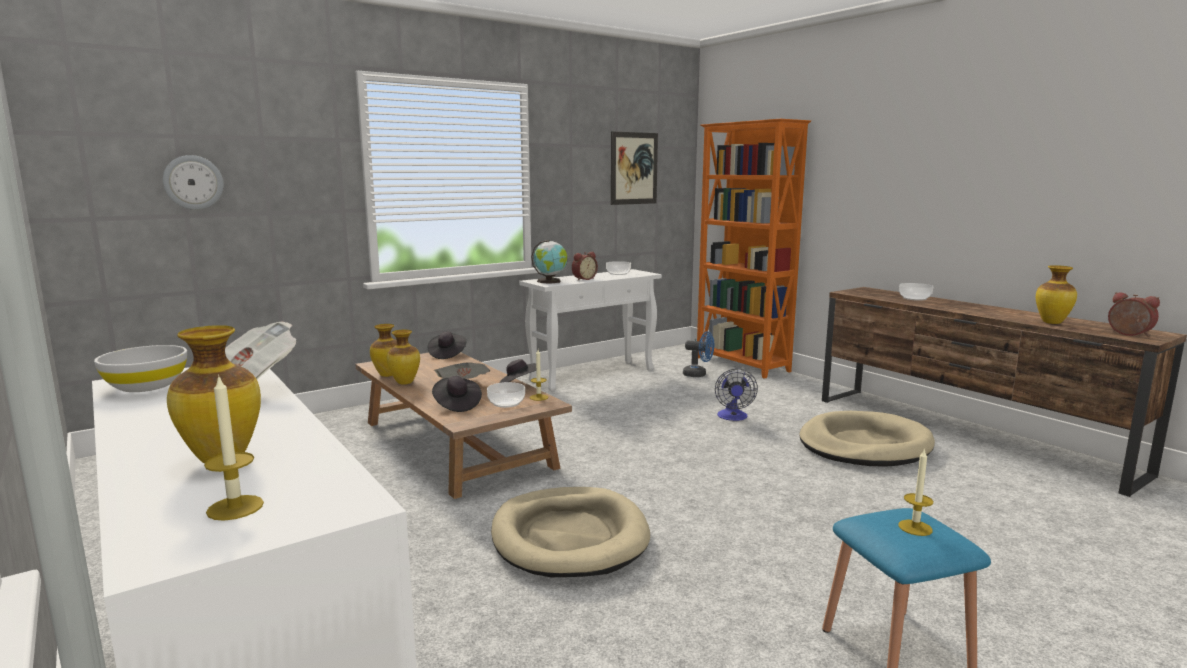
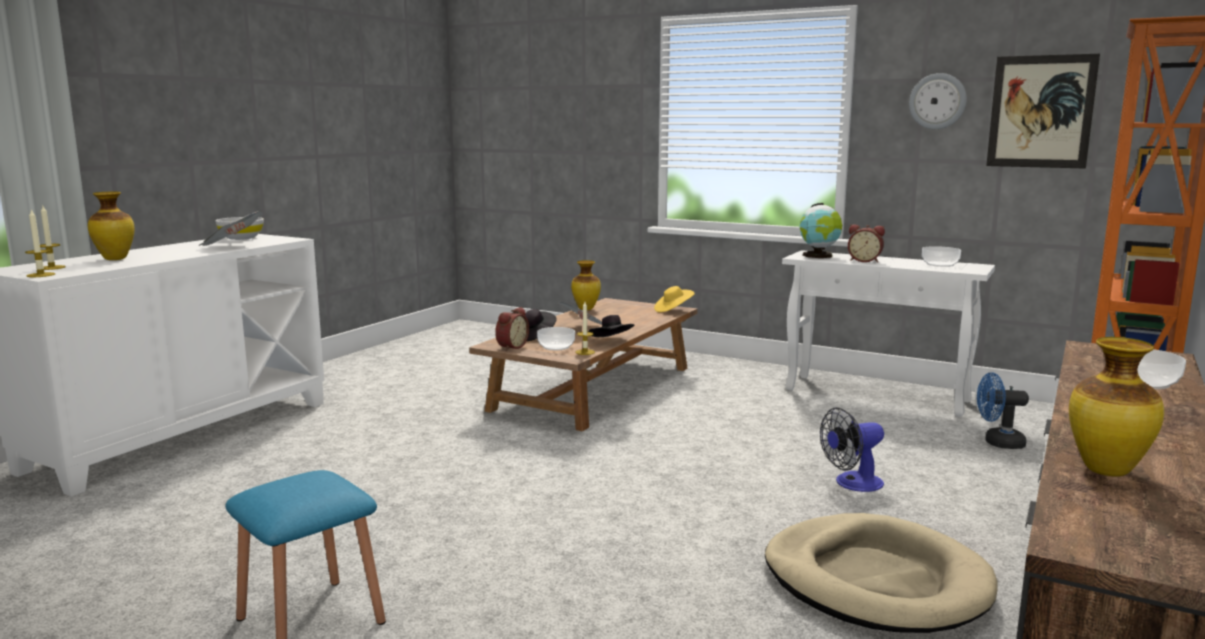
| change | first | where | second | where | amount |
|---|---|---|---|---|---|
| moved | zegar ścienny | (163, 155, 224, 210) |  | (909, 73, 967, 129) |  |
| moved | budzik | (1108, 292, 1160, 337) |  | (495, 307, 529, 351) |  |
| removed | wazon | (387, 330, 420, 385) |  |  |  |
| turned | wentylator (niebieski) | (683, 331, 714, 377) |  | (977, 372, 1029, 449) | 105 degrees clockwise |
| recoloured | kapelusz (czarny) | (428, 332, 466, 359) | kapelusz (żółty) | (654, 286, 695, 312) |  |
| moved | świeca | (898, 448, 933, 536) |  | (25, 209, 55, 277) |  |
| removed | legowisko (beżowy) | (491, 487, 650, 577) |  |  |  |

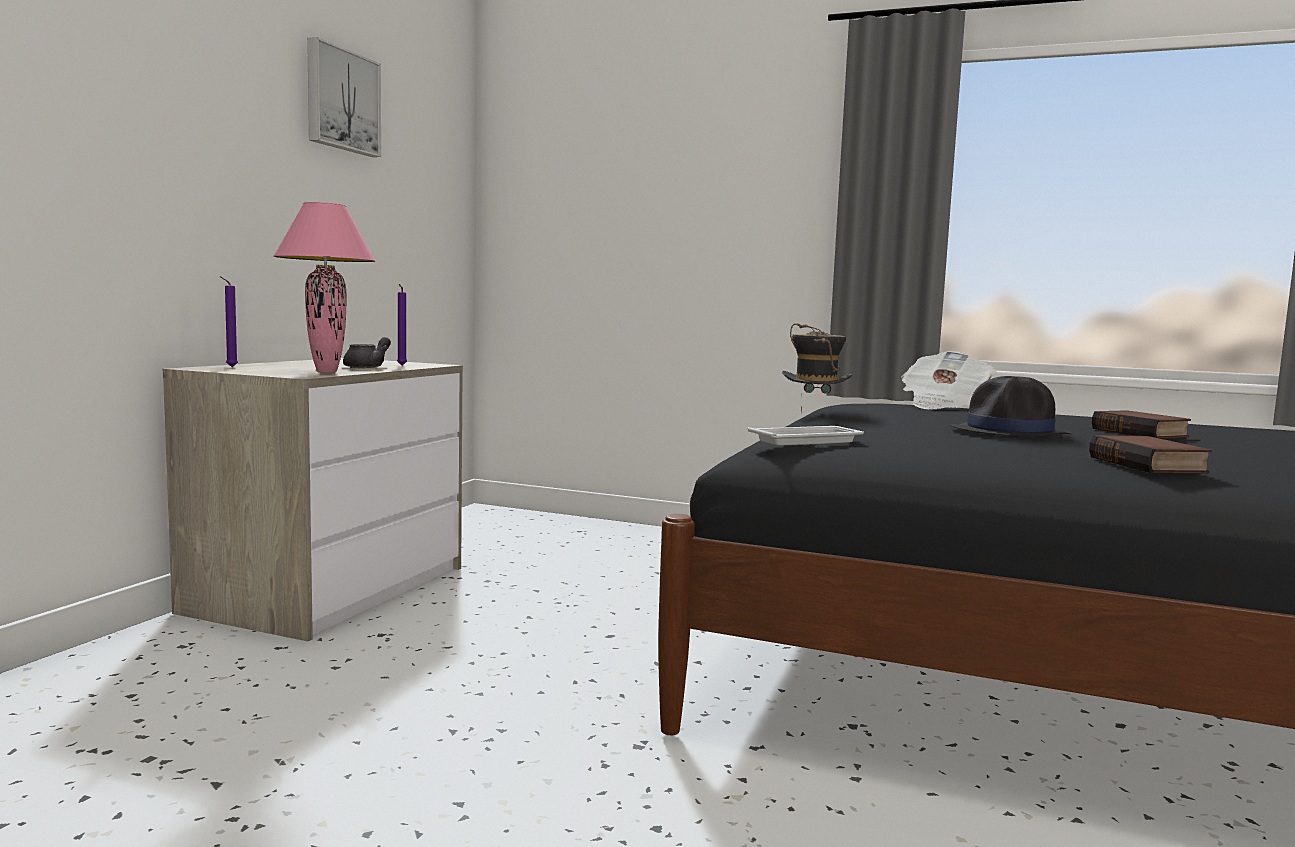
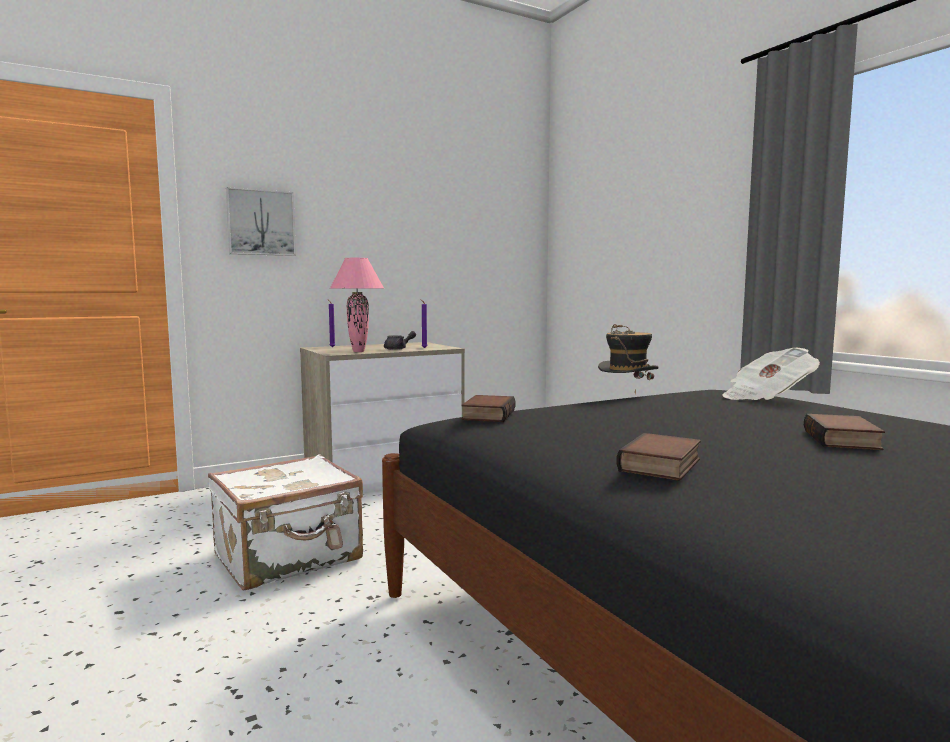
| change | first | where | second | where | amount |
|---|---|---|---|---|---|
| moved | obraz | (307, 37, 381, 157) |  | (226, 187, 296, 256) |  |
| removed | kapelusz (czarny) | (950, 376, 1072, 437) |  |  |  |
| replaced | taca (biały) | (748, 426, 864, 446) | książka | (461, 395, 516, 422) |  |
| added |  |  | walizka (biały) | (208, 454, 363, 590) |  |

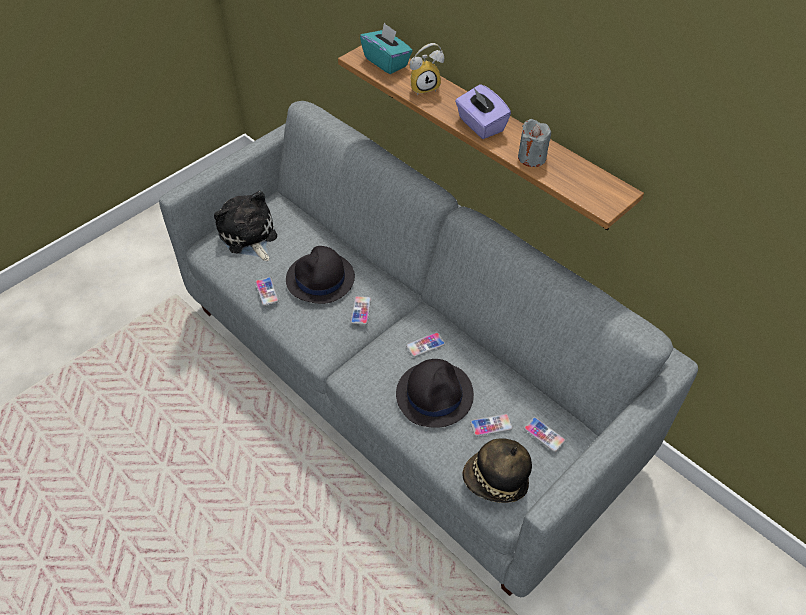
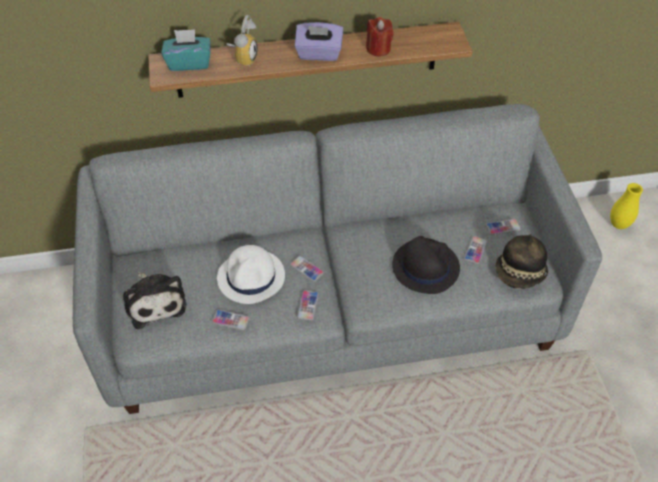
| change | first | where | second | where | amount |
|---|---|---|---|---|---|
| recoloured | świeca (szary) | (518, 119, 551, 167) | świeca (czerwony) | (366, 17, 393, 56) |  |
| turned | pluszak | (214, 191, 277, 261) |  | (123, 272, 187, 329) | 120 degrees counterclockwise |
| recoloured | kapelusz (czarny) | (286, 246, 355, 304) | kapelusz (biały) | (217, 245, 285, 304) |  |
| moved | telefon | (406, 332, 445, 357) |  | (297, 290, 319, 321) |  |
| added |  |  | wazon (żółty) | (610, 183, 643, 229) |  |

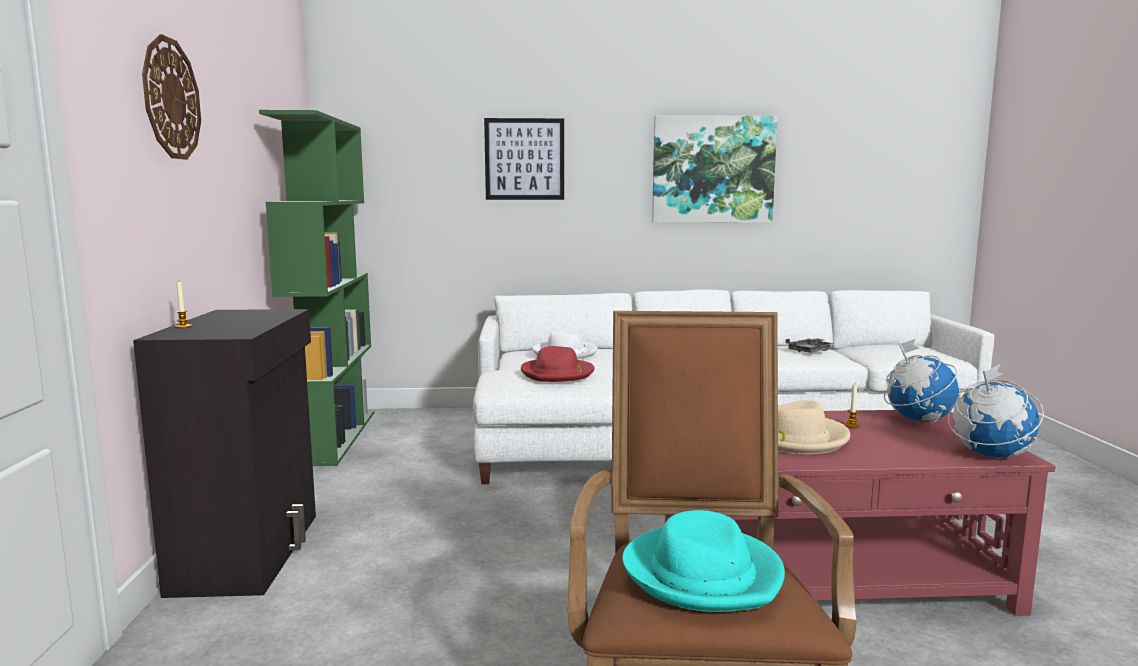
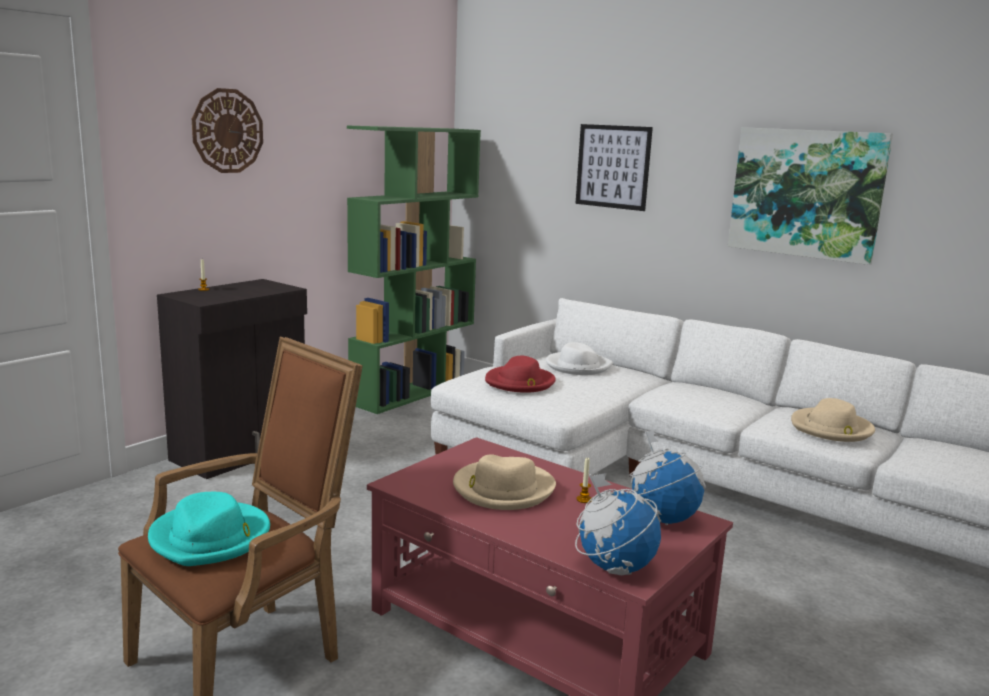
| change | first | where | second | where | amount |
|---|---|---|---|---|---|
| replaced | taca (szary) | (785, 338, 835, 353) | kapelusz (beżowy) | (791, 398, 875, 442) |  |

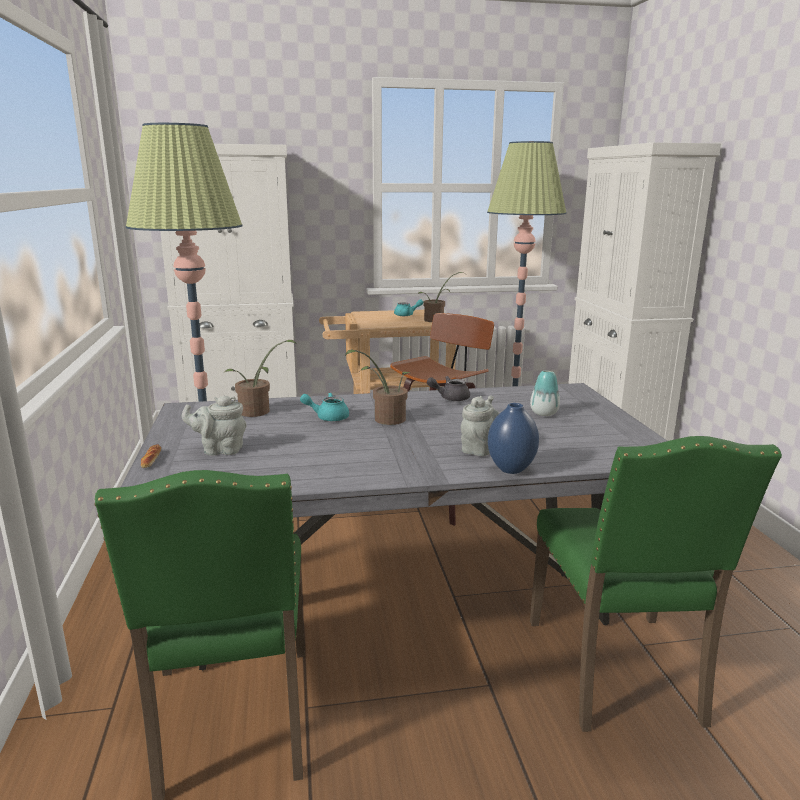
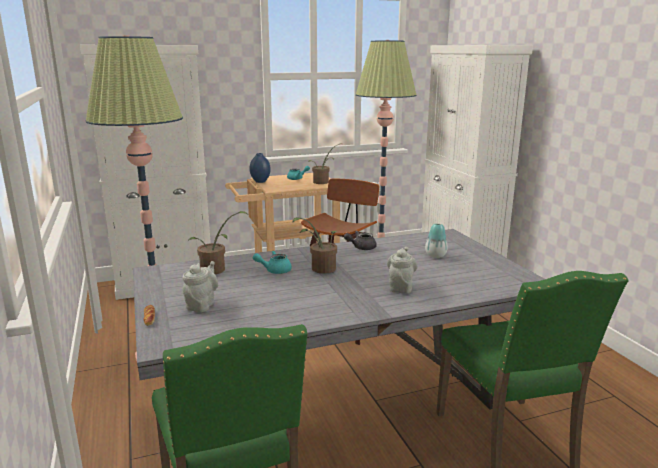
| change | first | where | second | where | amount |
|---|---|---|---|---|---|
| turned | imbryk (szary) | (182, 396, 247, 456) |  | (182, 261, 218, 312) | 120 degrees clockwise |
| moved | wazon (niebieski) | (488, 403, 539, 474) |  | (249, 153, 271, 183) |  |

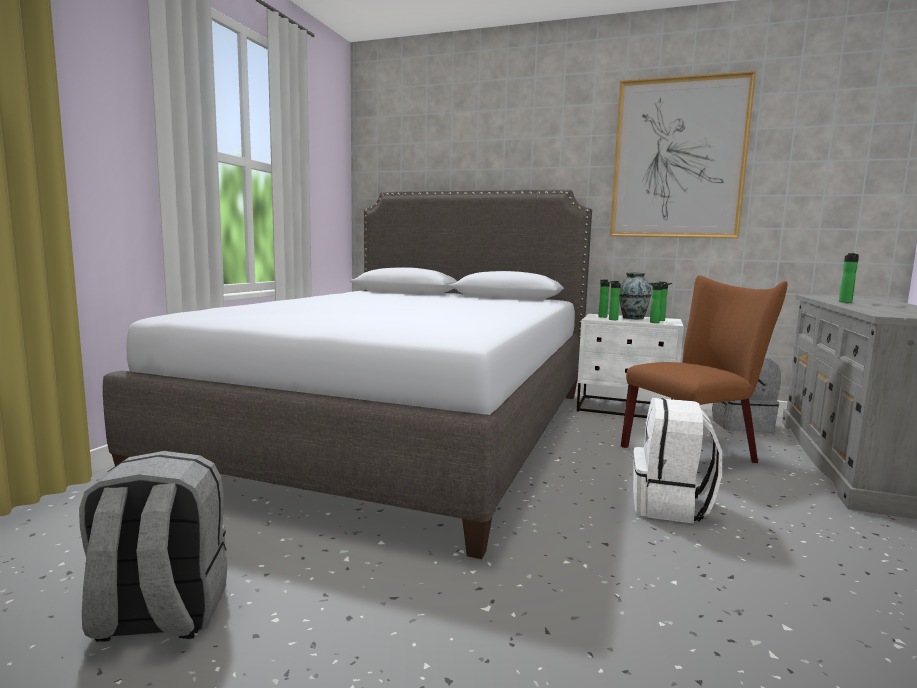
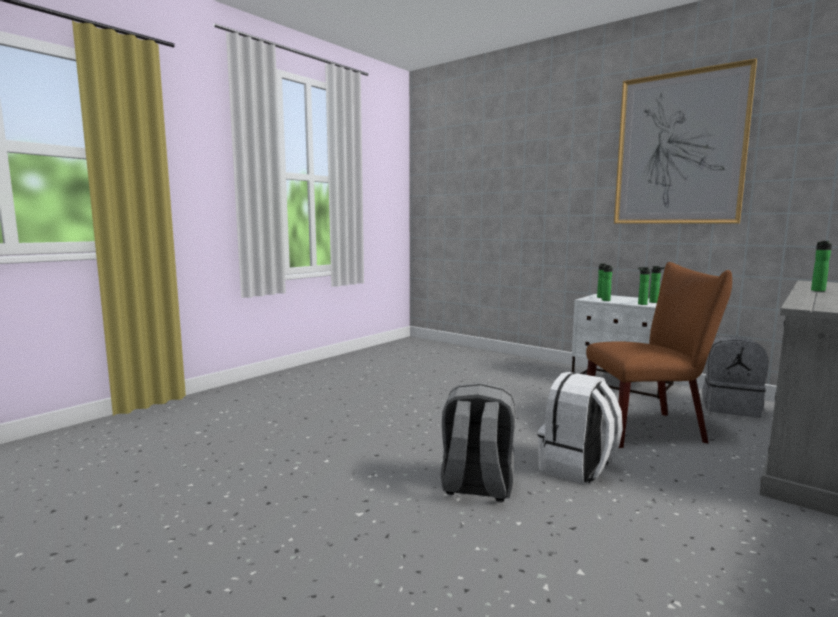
| change | first | where | second | where | amount |
|---|---|---|---|---|---|
| removed | łóżko (szary) | (103, 189, 592, 559) |  |  |  |
| removed | wazon | (619, 272, 652, 319) |  |  |  |
| moved | plecak (szary) | (79, 451, 228, 642) |  | (441, 382, 515, 502) |  |

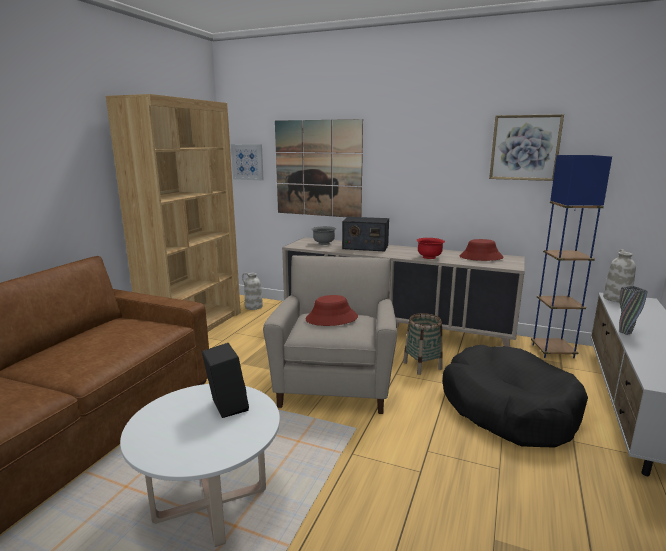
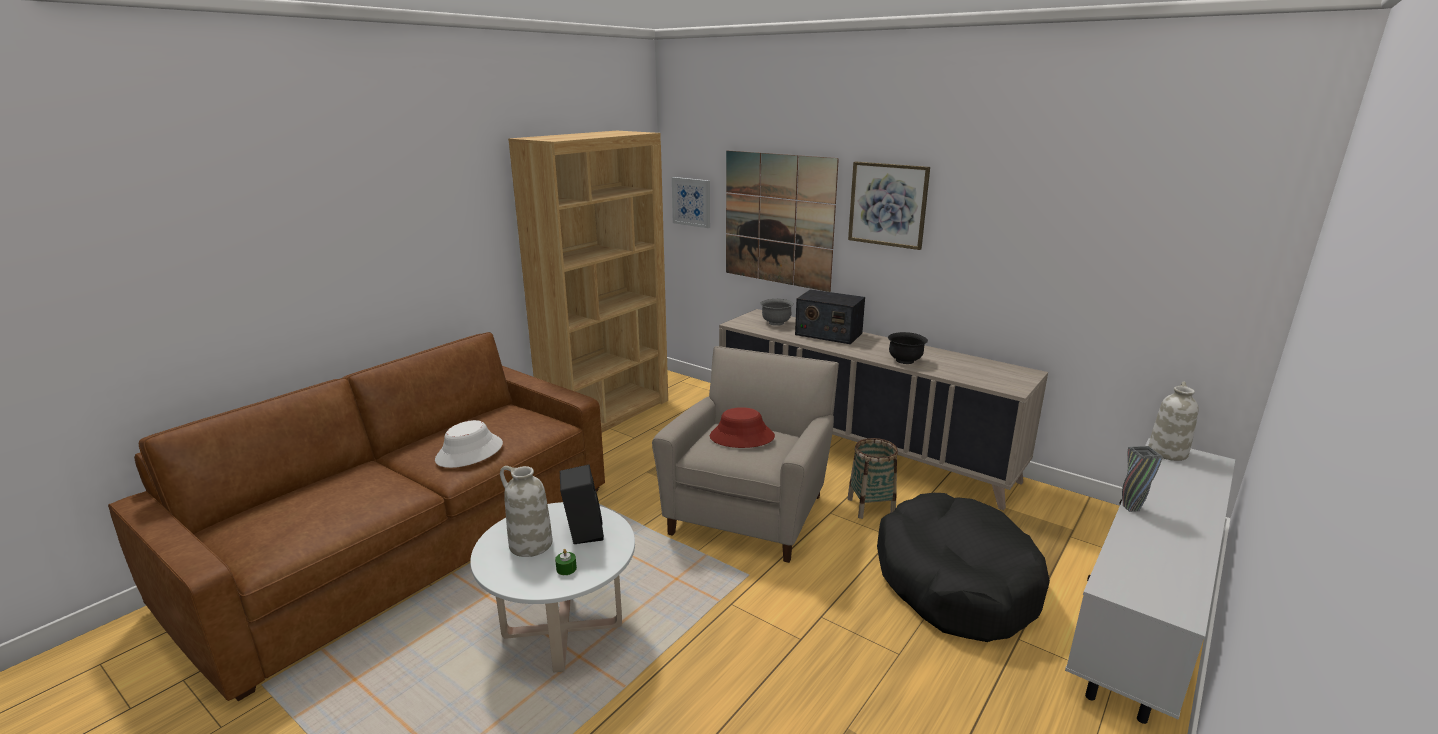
| change | first | where | second | where | amount |
|---|---|---|---|---|---|
| moved | obraz | (489, 114, 564, 181) |  | (848, 162, 930, 250) |  |
| removed | lampa stojąca (niebieski) | (531, 155, 612, 358) |  |  |  |
| recoloured | miska (czerwony) | (416, 238, 445, 259) | miska (czarny) | (888, 332, 928, 364) |  |
| removed | kapelusz (czerwony) | (459, 239, 504, 261) |  |  |  |
| moved | wazon (biały) | (242, 273, 263, 310) |  | (500, 466, 553, 557) |  |
| added |  |  | kapelusz (biały) | (435, 420, 503, 468) |  |
| added |  |  | świeca (zielony) | (555, 549, 577, 575) |  |

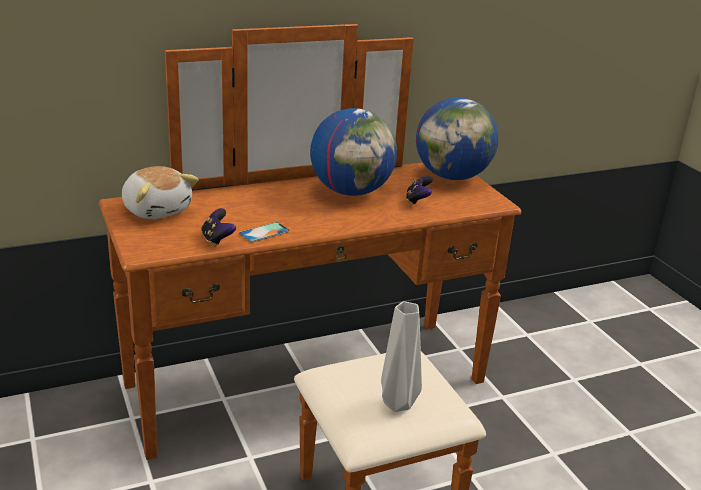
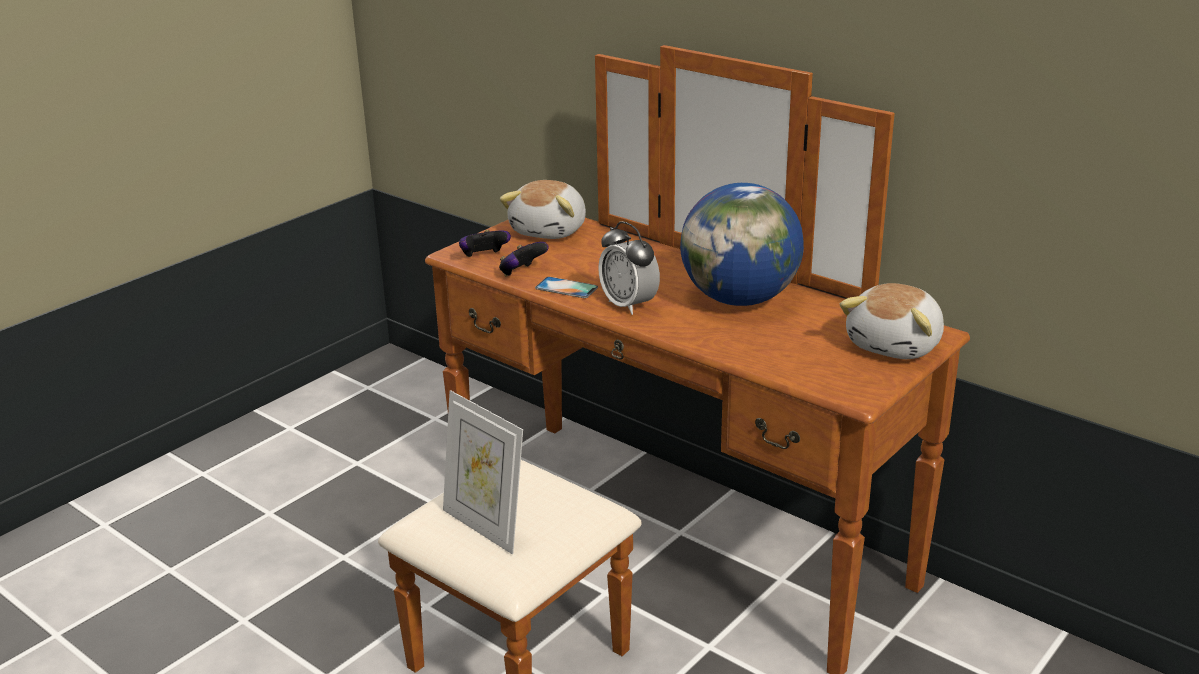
| change | first | where | second | where | amount |
|---|---|---|---|---|---|
| replaced | globus | (416, 97, 498, 180) | pluszak | (840, 283, 944, 359) |  |
| moved | pad do gier | (406, 175, 433, 205) |  | (459, 230, 511, 257) |  |
| replaced | wazon (szary) | (381, 301, 422, 412) | ramka na zdjęcie | (443, 390, 523, 554) |  |
| added |  |  | budzik | (598, 221, 660, 315) |  |

